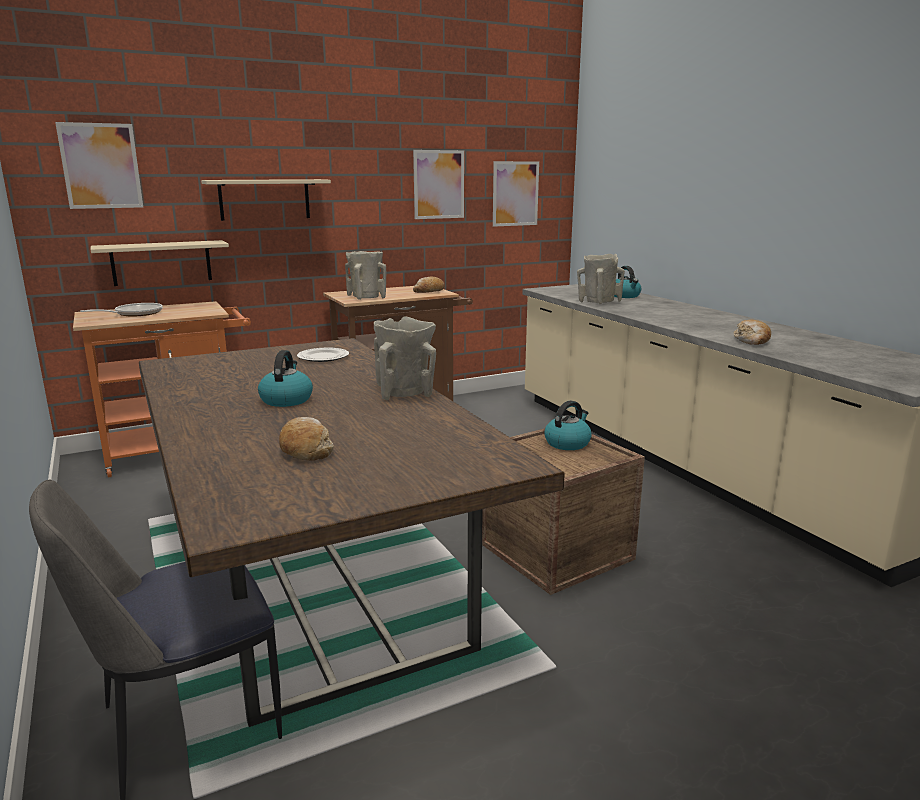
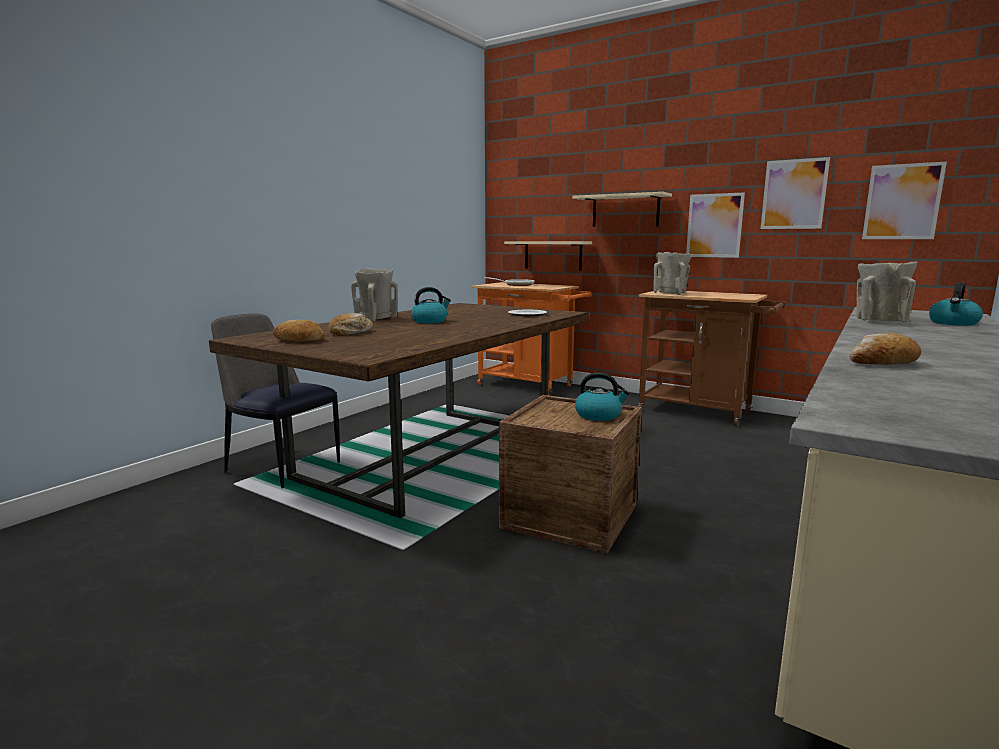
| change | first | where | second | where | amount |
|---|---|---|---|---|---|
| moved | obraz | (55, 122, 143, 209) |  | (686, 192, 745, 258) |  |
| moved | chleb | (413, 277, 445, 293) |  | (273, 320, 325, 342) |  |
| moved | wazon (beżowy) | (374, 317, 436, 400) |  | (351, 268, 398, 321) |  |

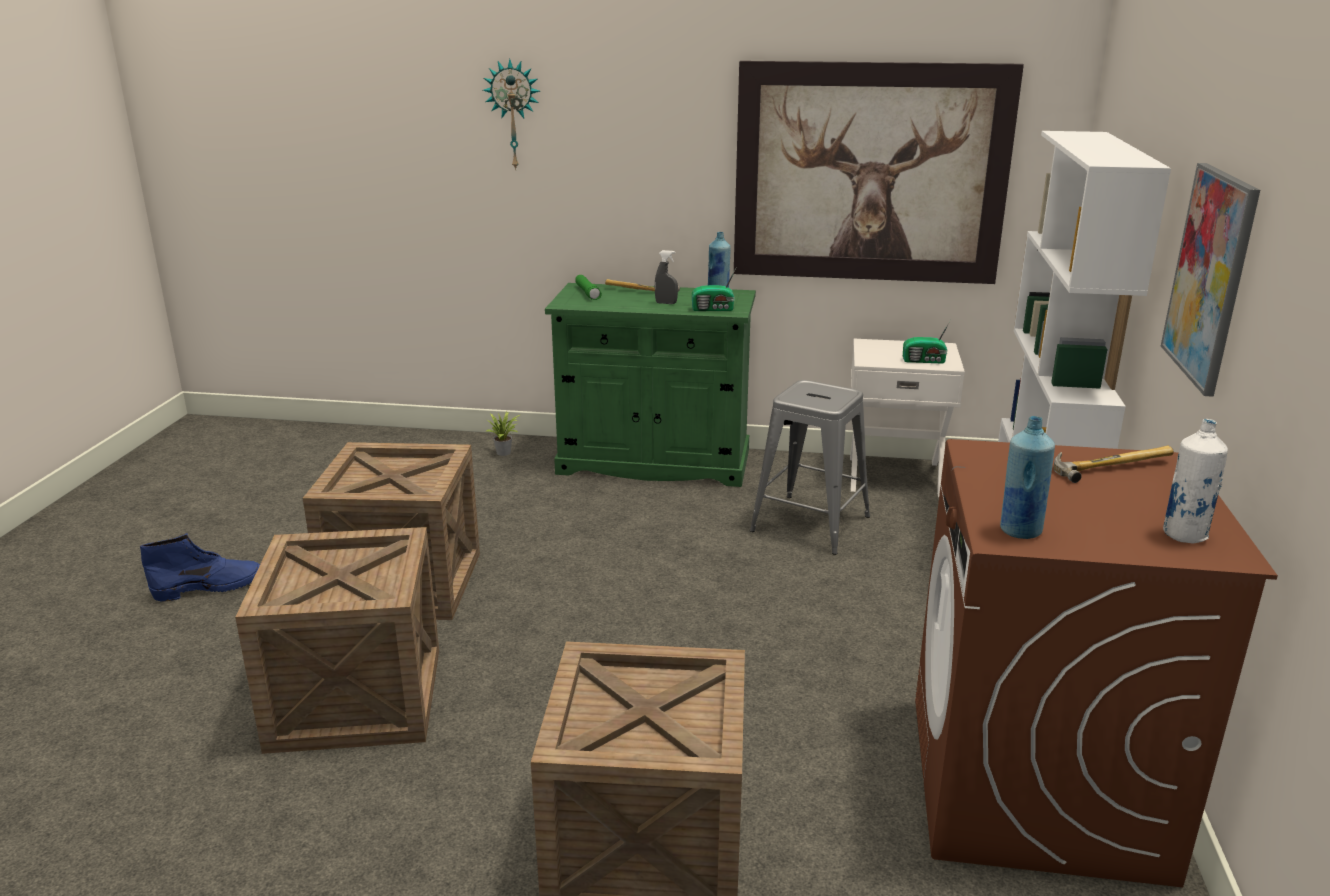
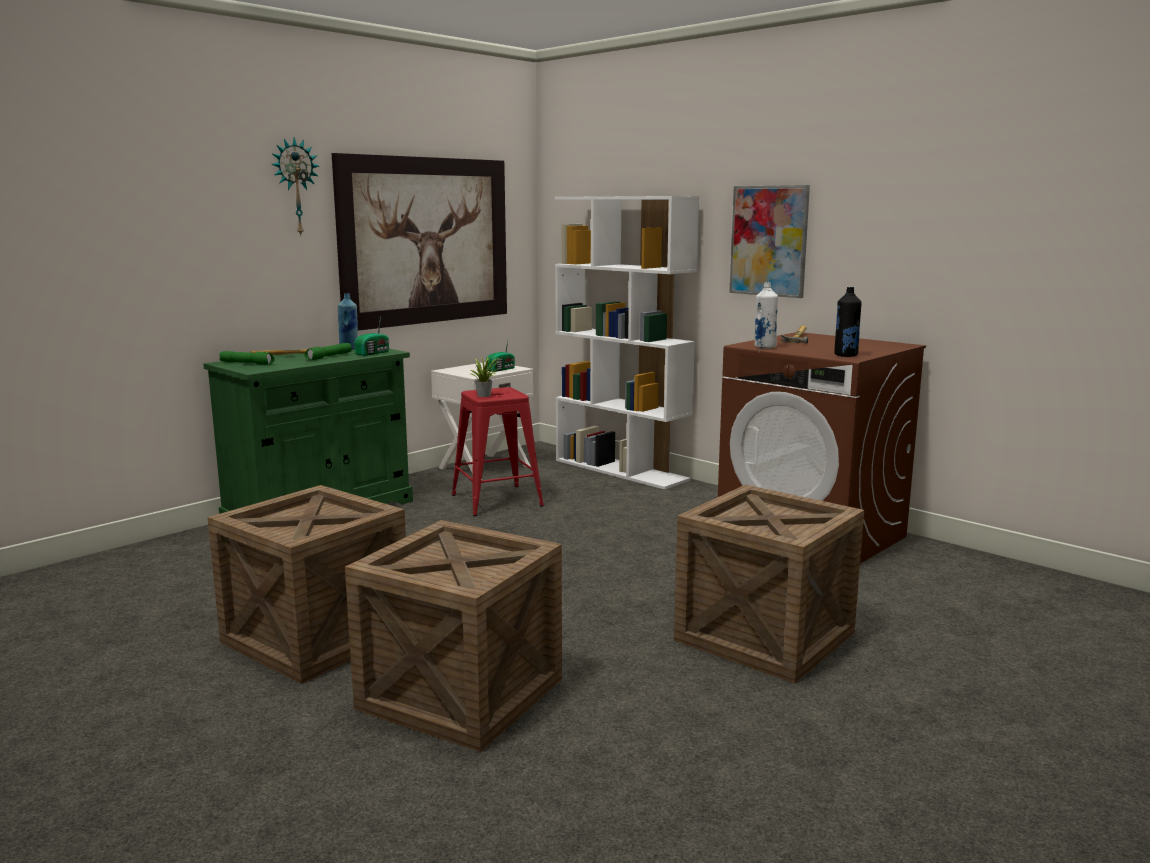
| change | first | where | second | where | amount |
|---|---|---|---|---|---|
| moved | zegar ścienny | (483, 59, 540, 171) |  | (271, 137, 319, 236) |  |
| replaced | spryskiwacz (szary) | (655, 250, 678, 304) | latarka (zielony) | (304, 343, 352, 360) |  |
| recoloured | stołek (szary) | (750, 380, 870, 555) | stołek (czerwony) | (452, 387, 544, 516) |  |
| moved | roślina doniczkowa | (486, 412, 520, 456) |  | (470, 356, 499, 397) |  |
| recoloured | butelka (niebieski) | (1000, 416, 1055, 539) | butelka (czarny) | (834, 287, 862, 357) |  |
| moved | butelka (biały) | (1163, 419, 1228, 543) |  | (755, 282, 778, 348) |  |
| removed | but z cholewką (niebieski) | (140, 533, 260, 601) |  |  |  |

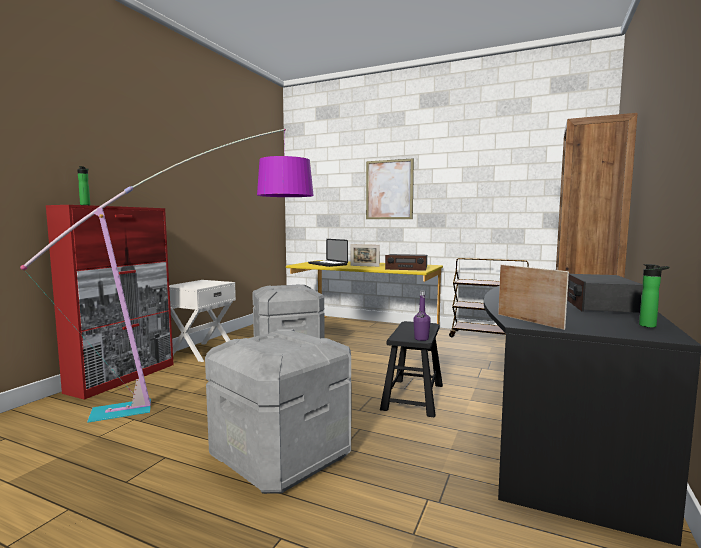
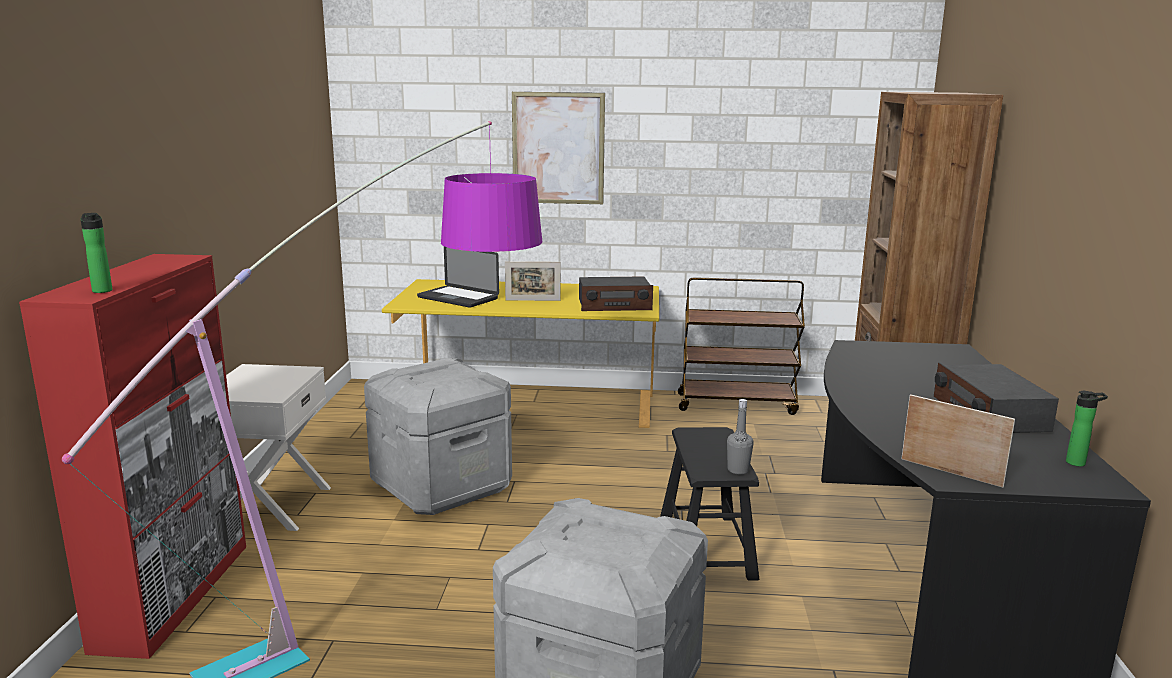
| change | first | where | second | where | amount |
|---|---|---|---|---|---|
| recoloured | butelka (fioletowy) | (413, 290, 431, 341) | butelka (szary) | (727, 399, 754, 475) |  |

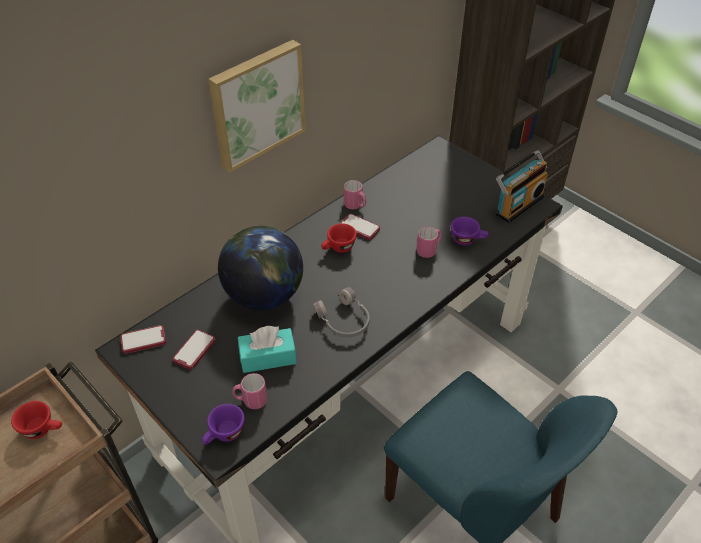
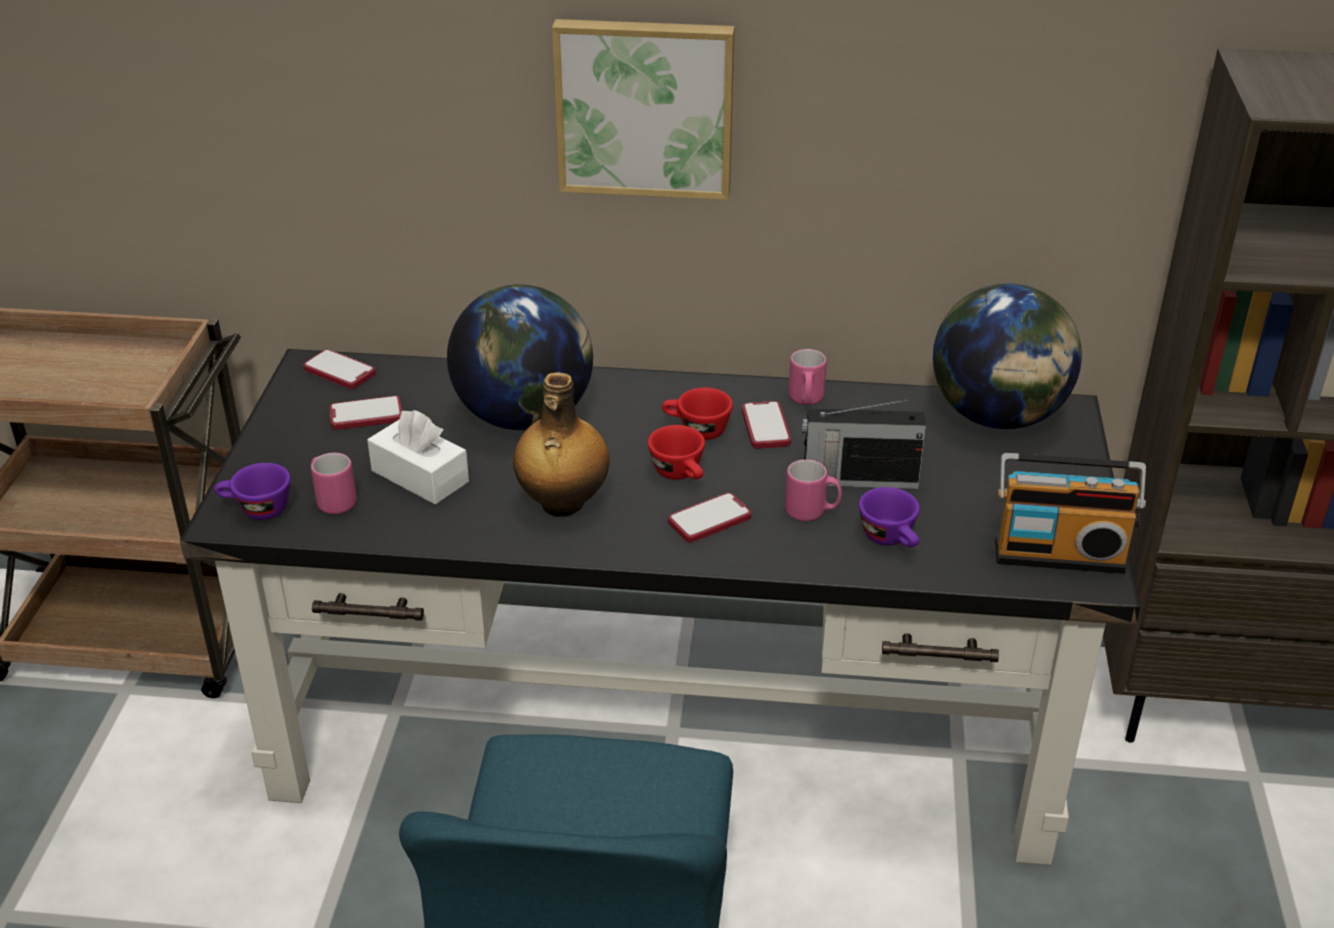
| change | first | where | second | where | amount |
|---|---|---|---|---|---|
| replaced | słuchawki (szary) | (313, 287, 370, 337) | butelka | (513, 372, 610, 517) |  |
| recoloured | pudełko chusteczek (turkusowy) | (238, 326, 297, 373) | pudełko chusteczek (biały) | (367, 410, 469, 504) |  |
| moved | filiżanka (czerwony) | (11, 401, 62, 439) |  | (648, 425, 705, 480) |  |
| added |  |  | globus | (933, 284, 1082, 429) |  |
| added |  |  | radio | (802, 399, 926, 489) |  |
| added |  |  | telefon | (668, 493, 751, 543) |  |

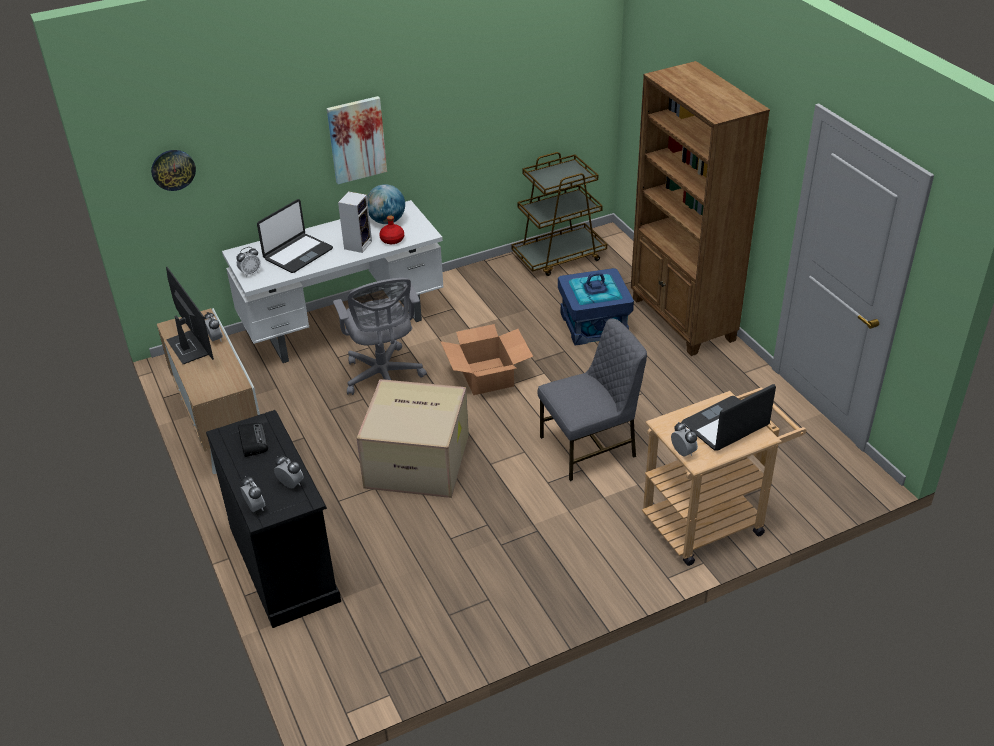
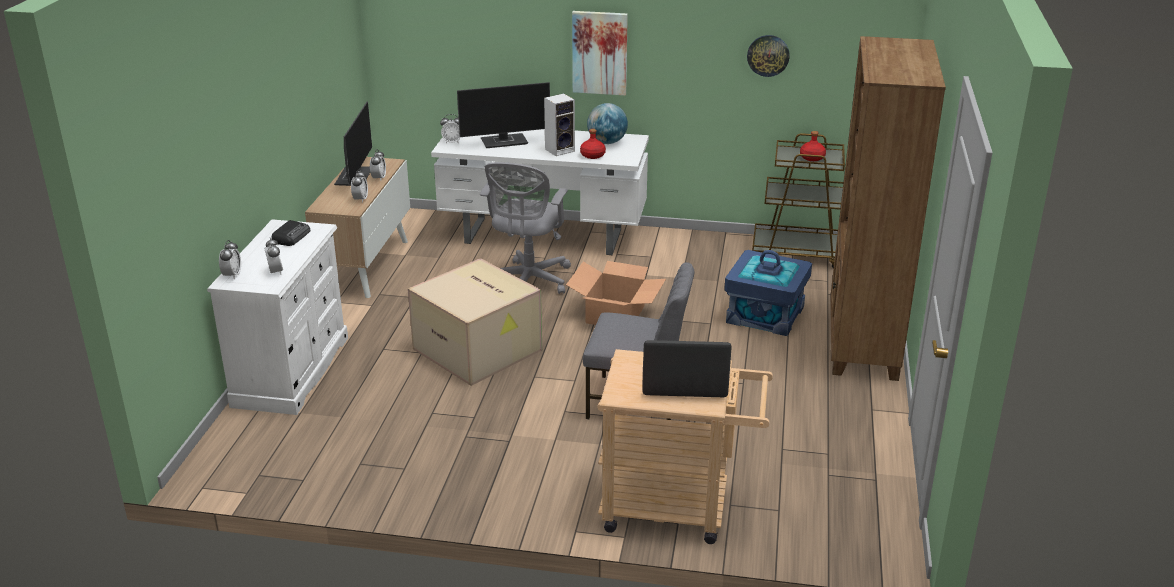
| change | first | where | second | where | amount |
|---|---|---|---|---|---|
| moved | zegar ścienny | (151, 150, 196, 191) |  | (747, 35, 790, 77) |  |
| replaced | laptop | (257, 199, 333, 273) | monitor | (457, 82, 550, 148) |  |
| recoloured | komoda (czarny) | (206, 410, 341, 628) | komoda (biały) | (207, 219, 348, 415) |  |
| moved | budzik | (671, 422, 698, 456) |  | (351, 169, 368, 203) |  |
| added |  |  | butelka (czerwony) | (800, 131, 826, 161) |  |

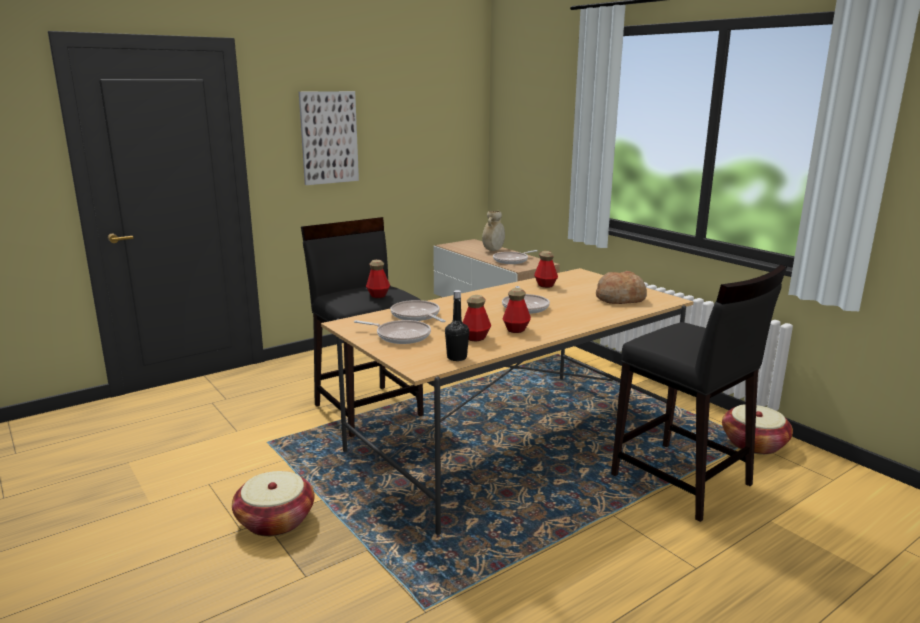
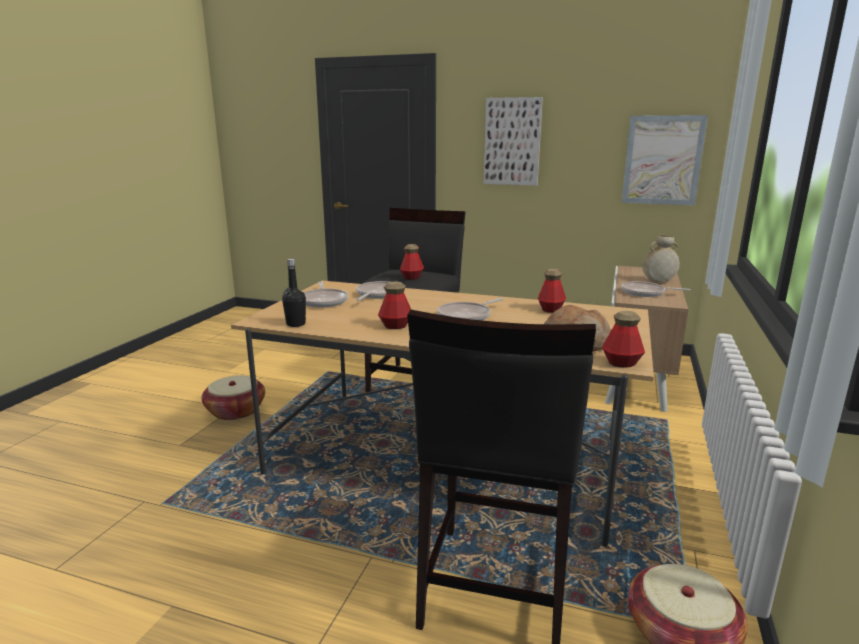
| change | first | where | second | where | amount |
|---|---|---|---|---|---|
| moved | butelka | (463, 295, 491, 341) |  | (603, 311, 645, 368) |  |
| added |  |  | obraz | (621, 115, 708, 205) |  |

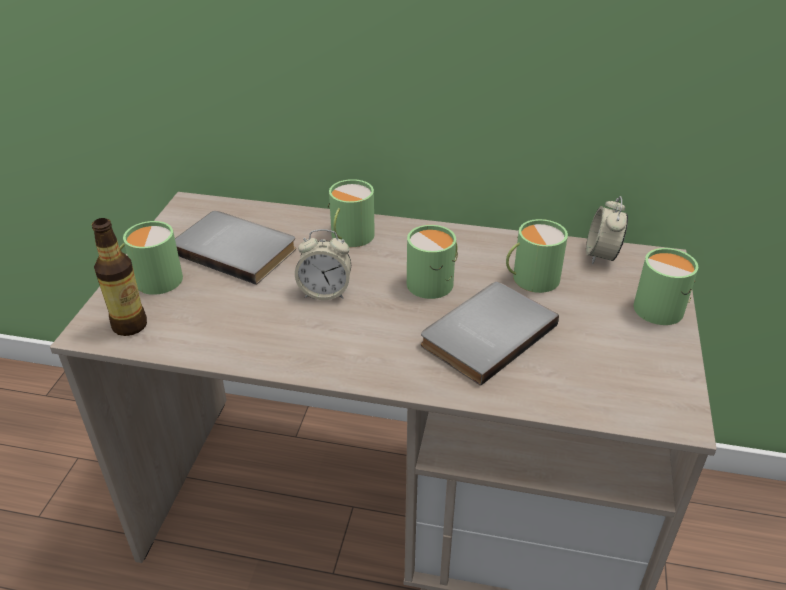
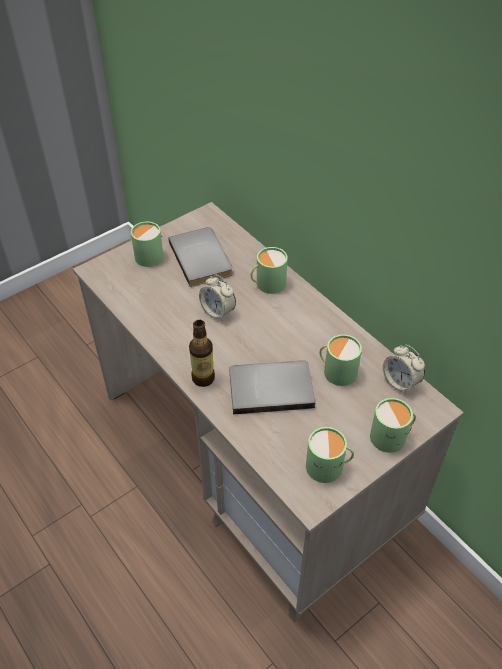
| change | first | where | second | where | amount |
|---|---|---|---|---|---|
| turned | budzik | (586, 196, 628, 264) |  | (383, 345, 425, 394) | 90 degrees counterclockwise |
| moved | butelka | (92, 218, 147, 336) |  | (189, 320, 215, 387) |  |
| moved | kubek (zielony) | (407, 225, 458, 299) |  | (306, 427, 354, 483) |  |

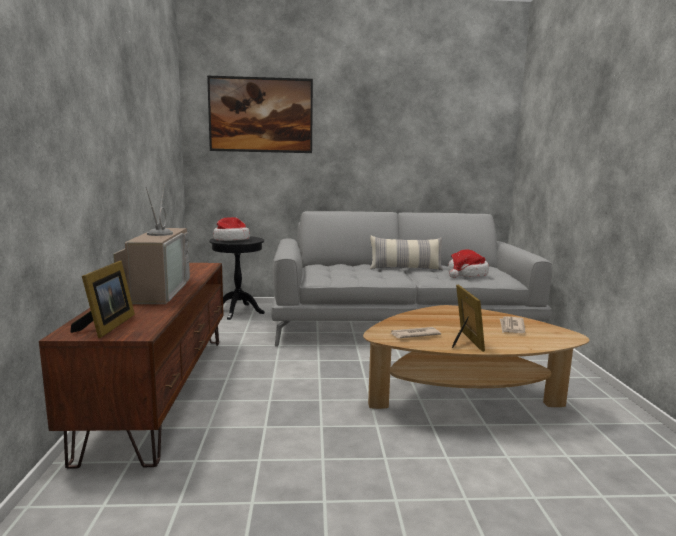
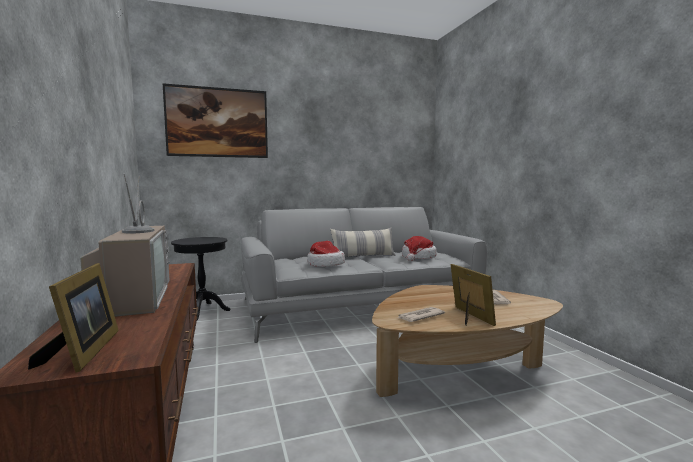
| change | first | where | second | where | amount |
|---|---|---|---|---|---|
| moved | kapelusz | (213, 217, 250, 241) |  | (307, 241, 345, 267) |  |

